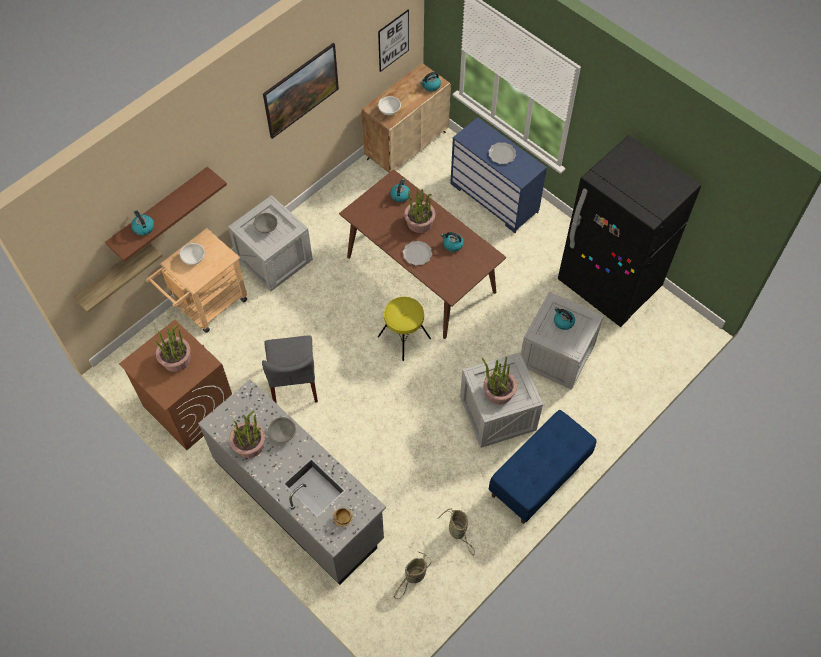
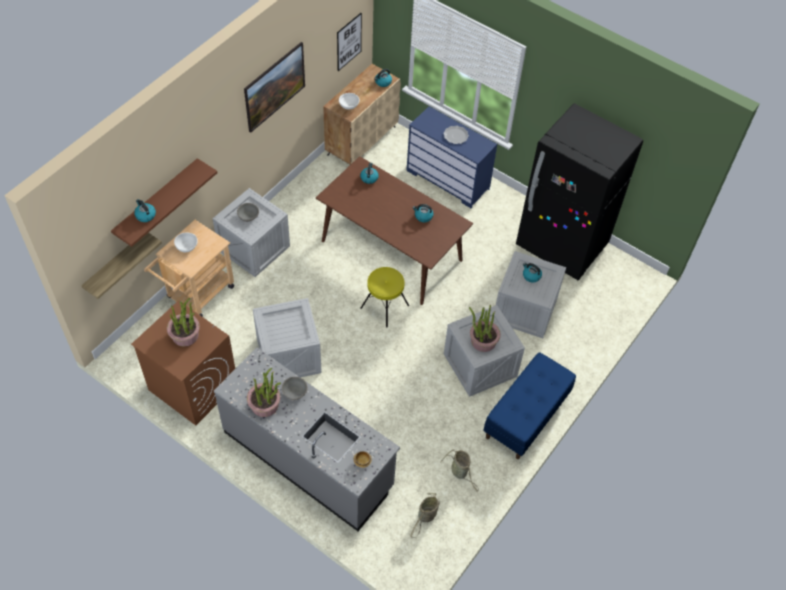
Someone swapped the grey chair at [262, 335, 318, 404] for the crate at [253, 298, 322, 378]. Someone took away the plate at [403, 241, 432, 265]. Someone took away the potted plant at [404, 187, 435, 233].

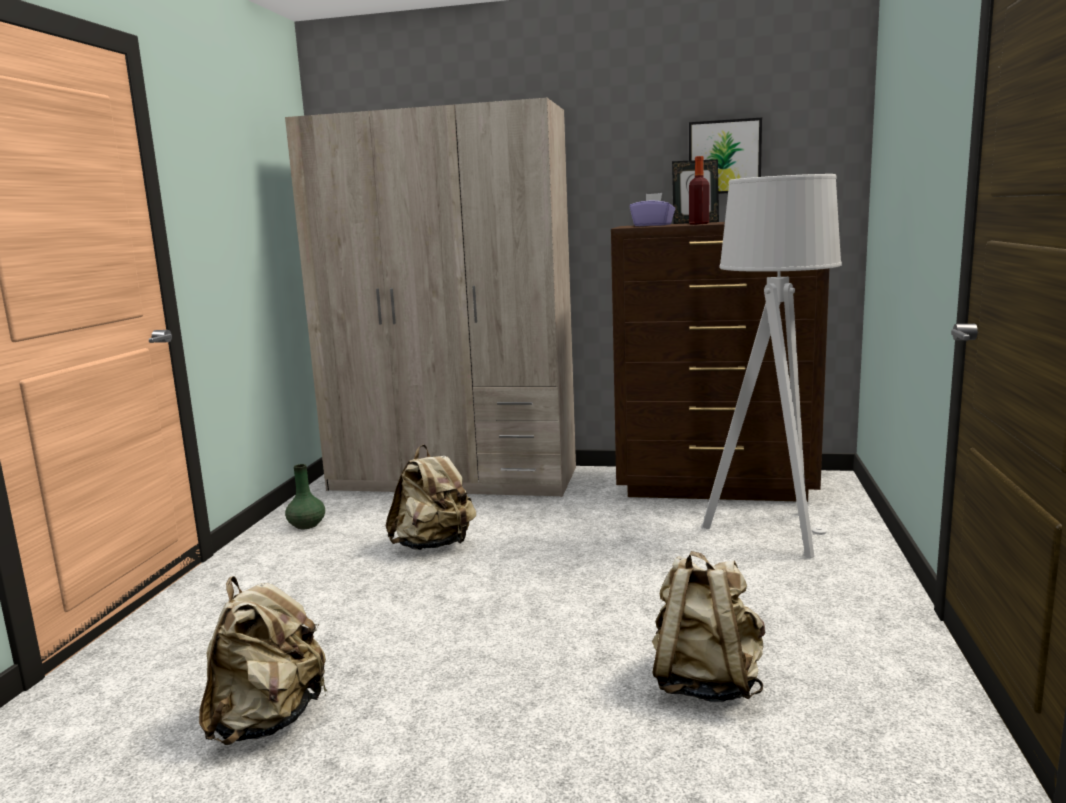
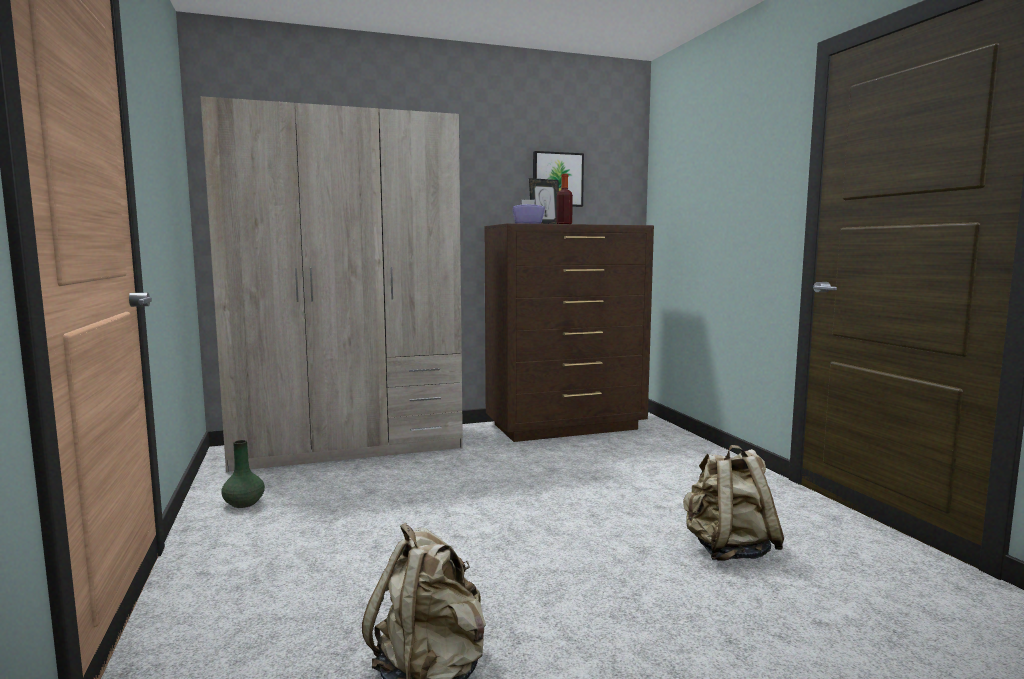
Someone took away the beige backpack at [386, 445, 476, 550]. Someone took away the grey floor lamp at [702, 174, 842, 558].

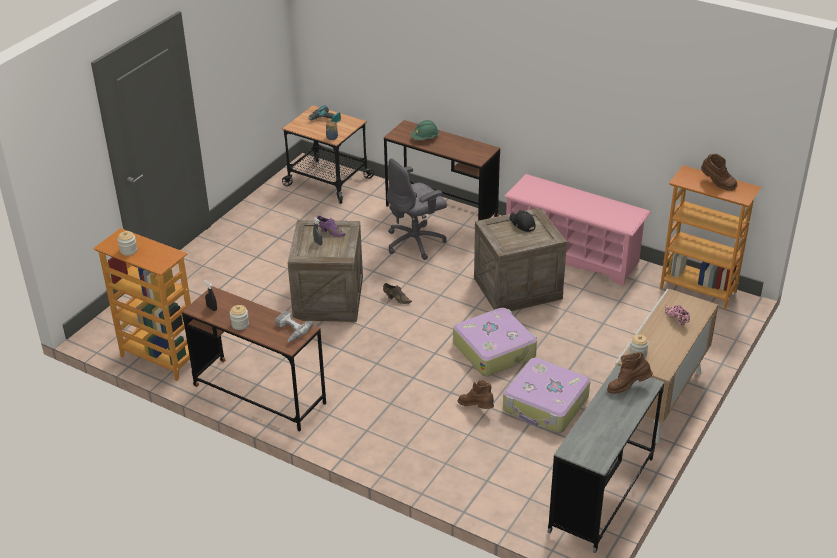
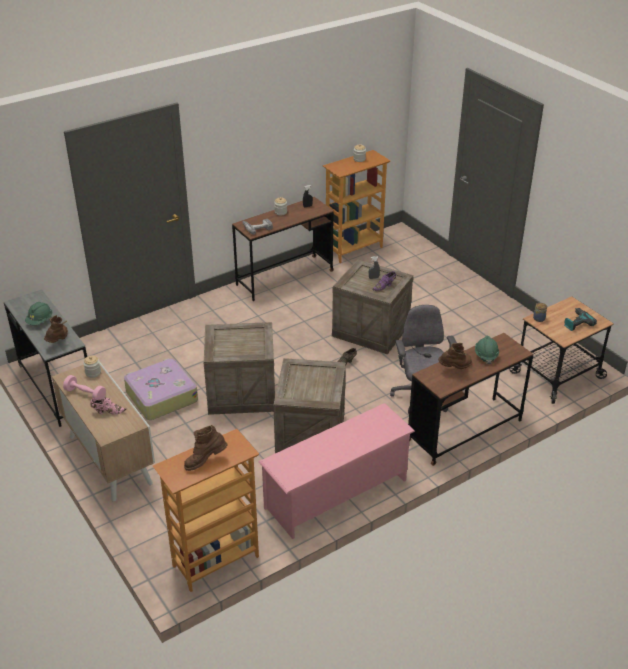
Someone swapped the suitcase at [453, 308, 537, 376] for the crate at [204, 322, 275, 415]. Someone carried the brown boot from [458, 380, 494, 409] to [438, 343, 472, 369]. Someone took away the black cap at [510, 210, 536, 232]. Someone put down the green hard hat at [25, 302, 53, 325]. Someone put down the pink dumbbell at [63, 375, 106, 399].

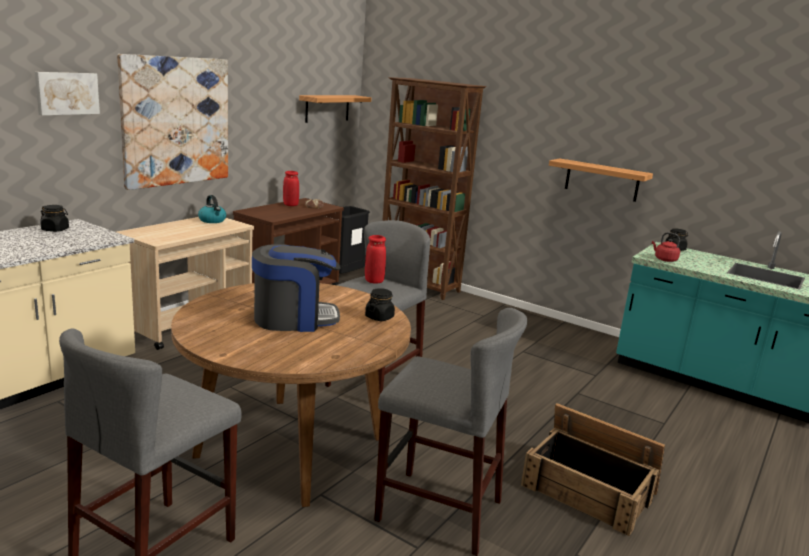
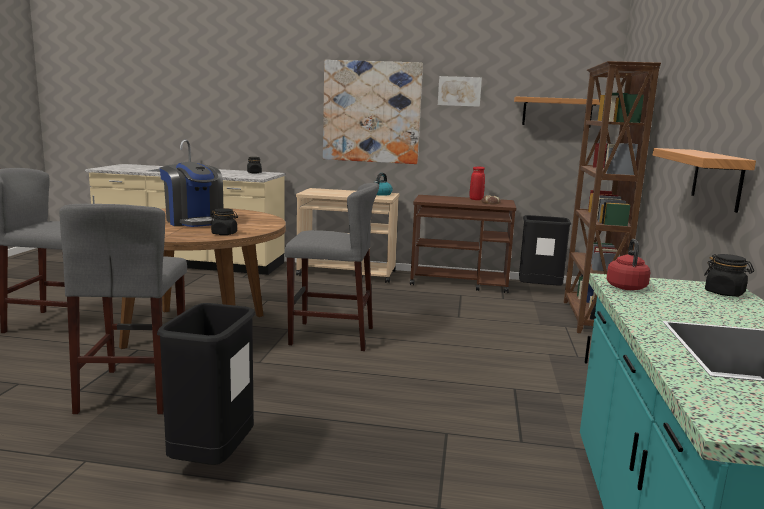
Someone carried the picture from [35, 72, 100, 115] to [438, 76, 482, 107]. Someone took away the red vase at [365, 235, 386, 284]. Someone swapped the crate at [521, 403, 665, 536] for the black trash can at [157, 303, 255, 465].

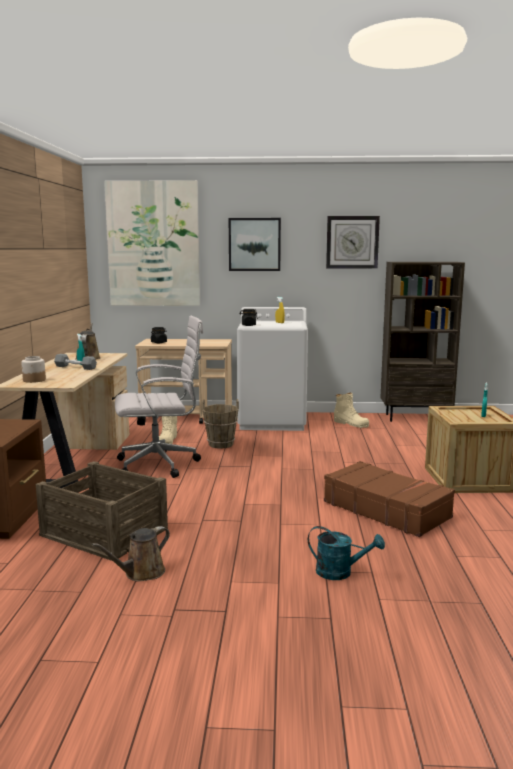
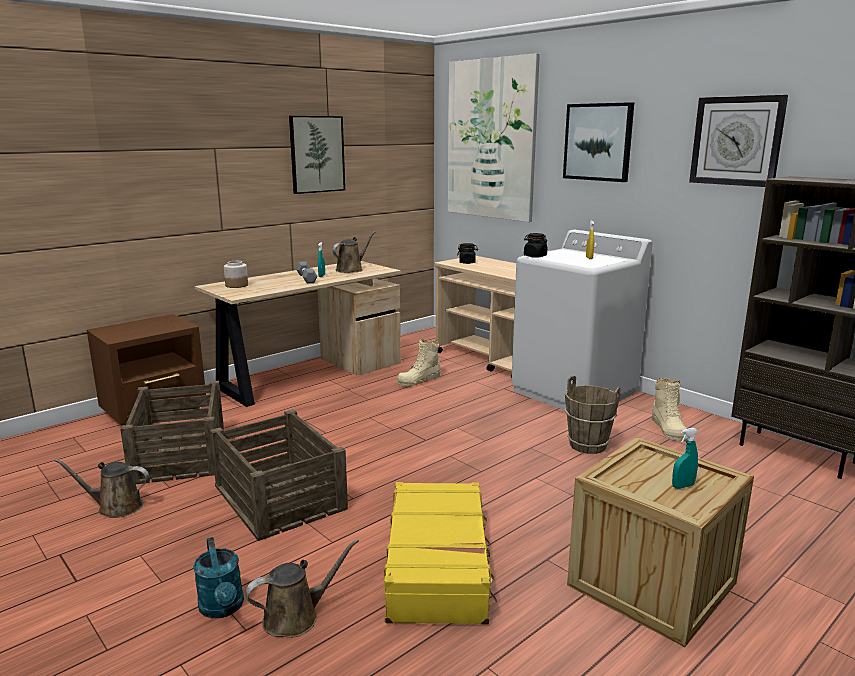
Someone took away the white office chair at [115, 316, 203, 478]. Someone carried the brown bucket from [202, 399, 239, 449] to [565, 376, 621, 454]. Someone repainted the brown suitcase at [324, 461, 455, 537], which became the yellow suitcase at [384, 482, 497, 624]. Someone put down the crate at [210, 409, 348, 541]. Someone put down the brown watering can at [246, 539, 359, 638]. Someone put up the picture at [289, 116, 345, 194].

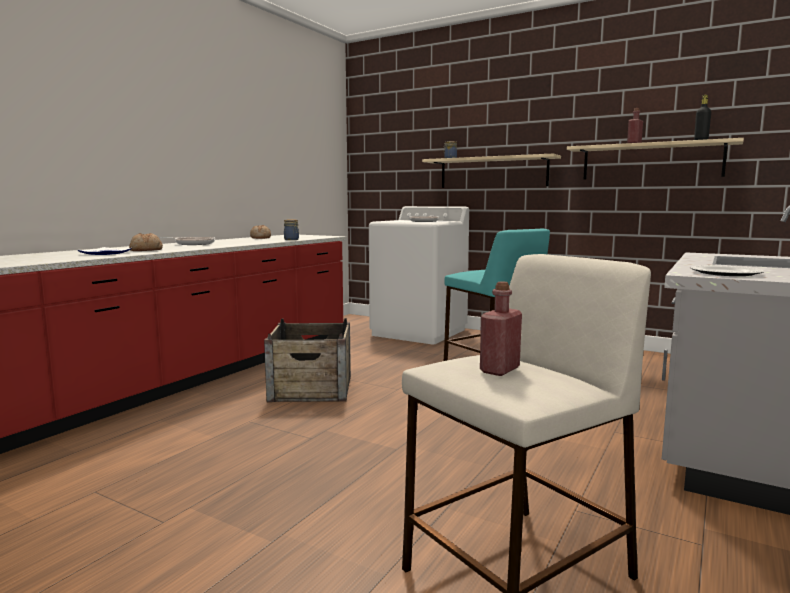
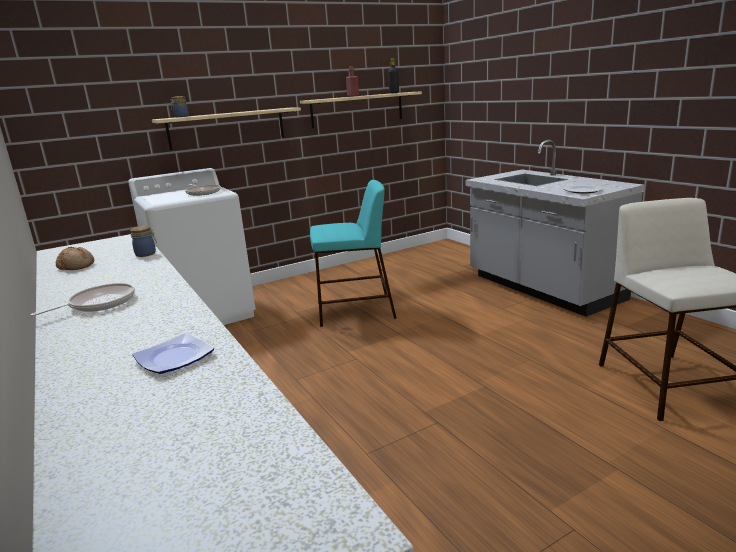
Someone took away the bread at [129, 233, 163, 251]. Someone took away the crate at [264, 318, 351, 402]. Someone took away the red bottle at [480, 281, 522, 376].

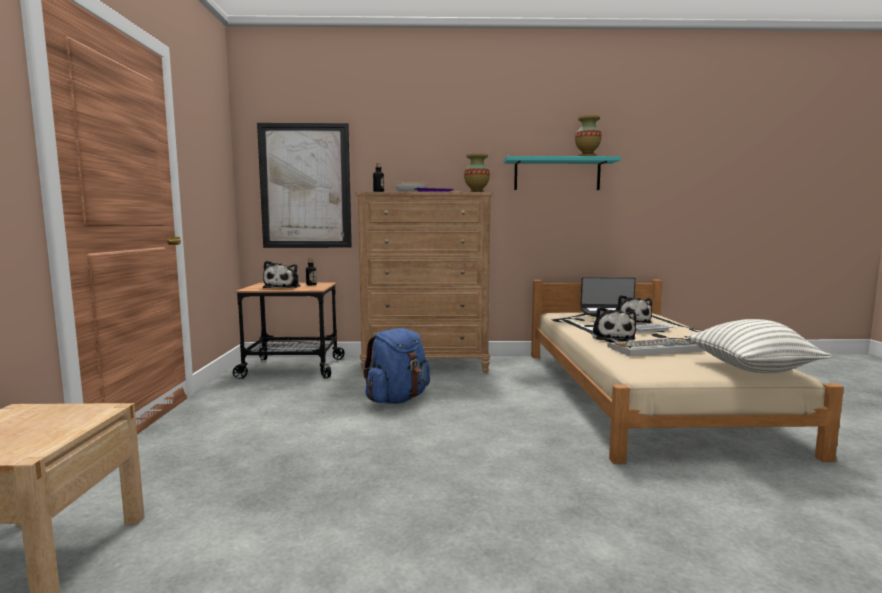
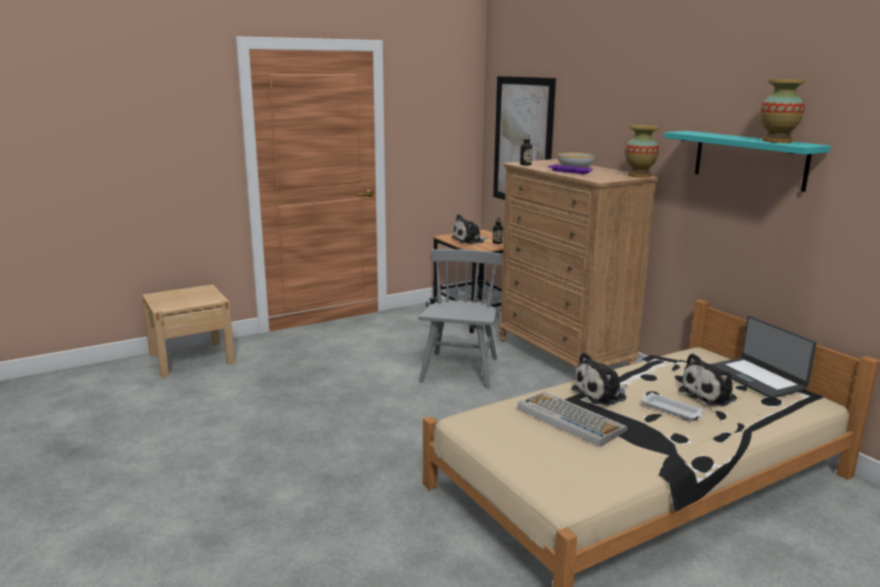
Someone swapped the blue backpack at [363, 328, 430, 404] for the grey chair at [419, 249, 502, 389]. Someone took away the pillow at [687, 319, 832, 373].

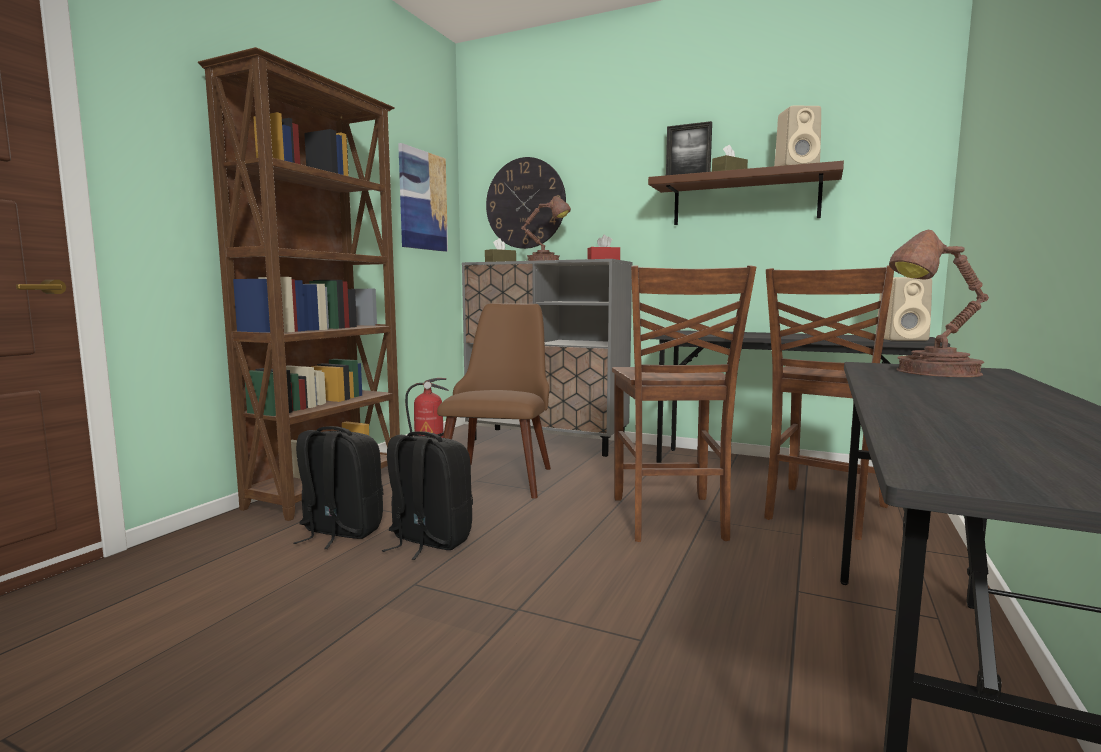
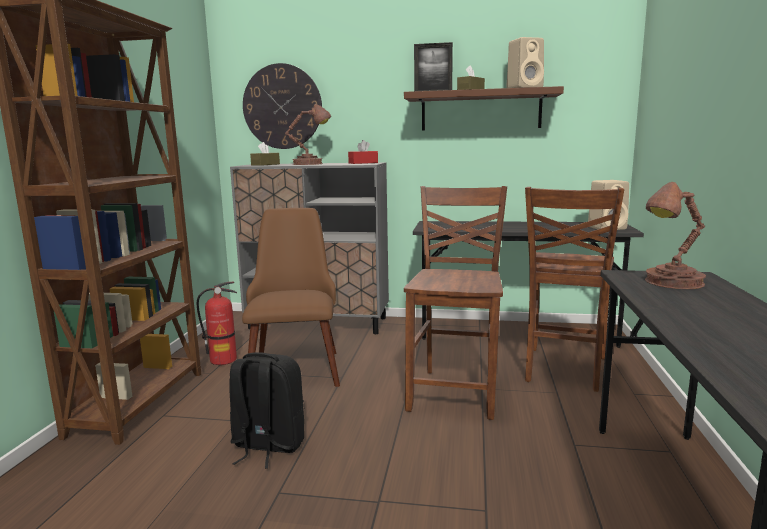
Someone took away the black backpack at [293, 426, 383, 549]. Someone took away the picture at [398, 143, 448, 252]. Someone rotated the brown chair at [612, 265, 756, 542] by 150 degrees counterclockwise.

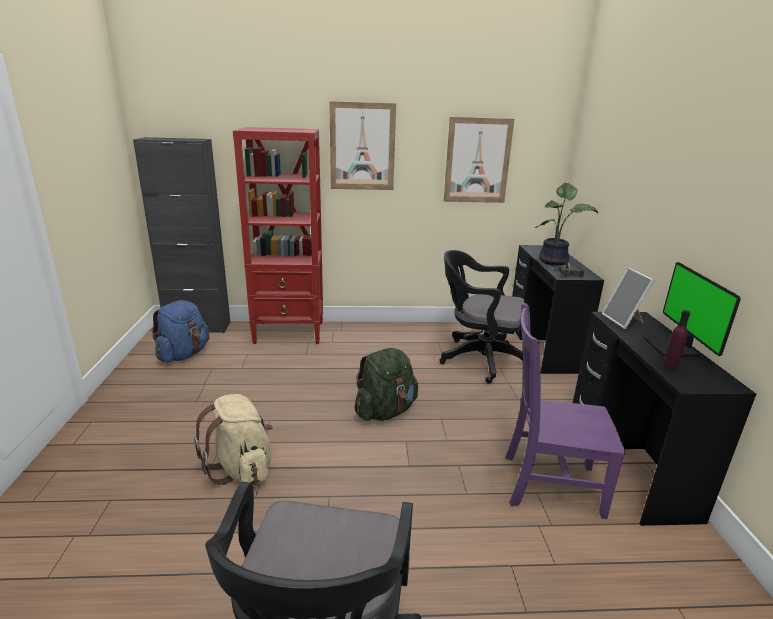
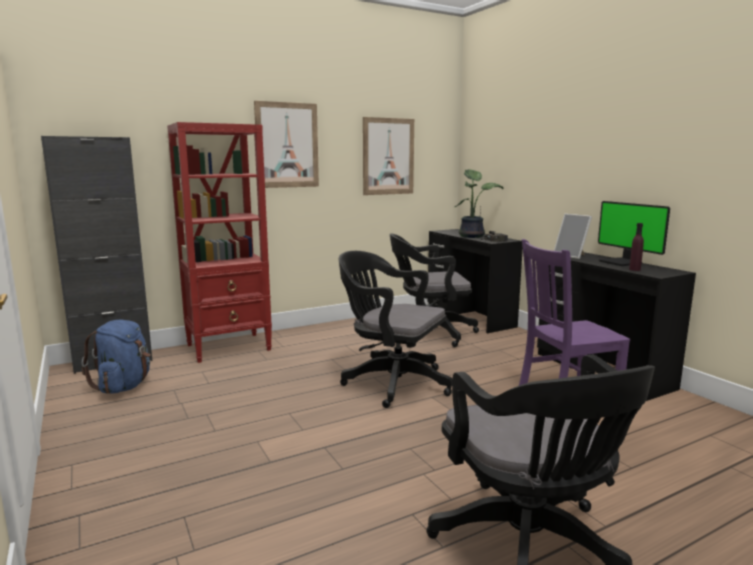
Someone took away the beige backpack at [194, 394, 272, 485]. Someone swapped the green backpack at [354, 348, 418, 421] for the black office chair at [339, 251, 452, 408].

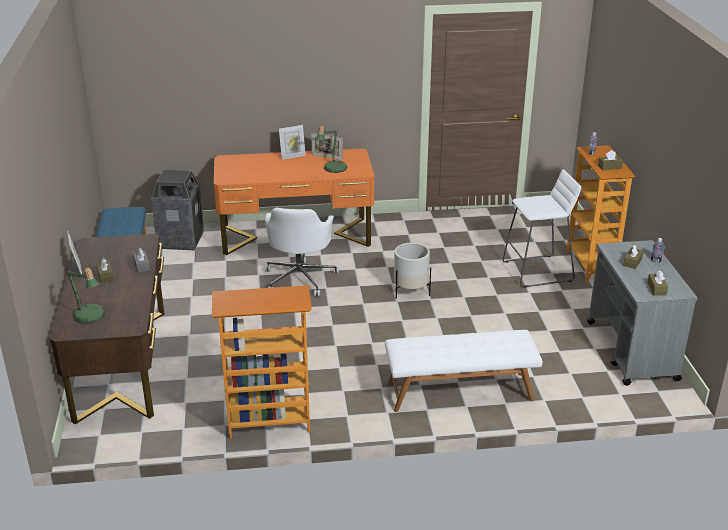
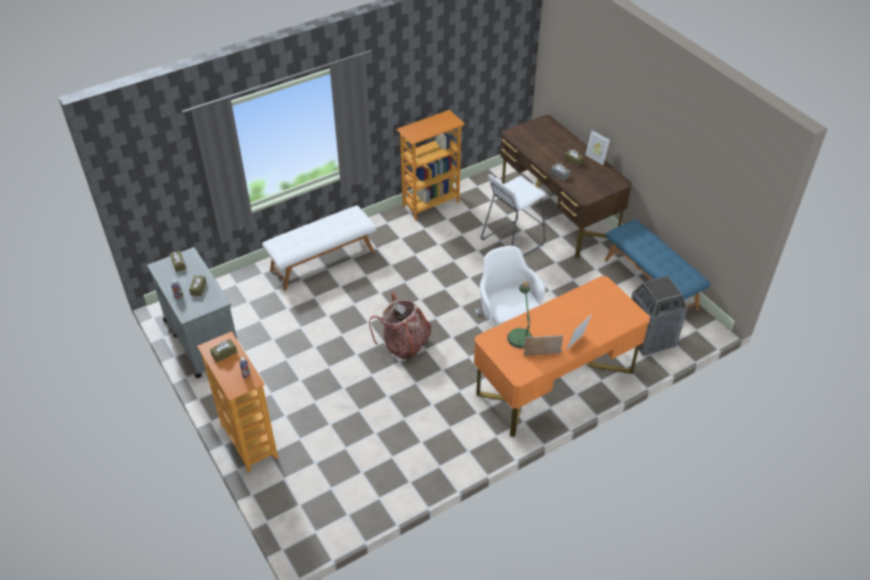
Someone took away the table lamp at [67, 267, 105, 324]. Someone swapped the white planter at [394, 243, 431, 299] for the backpack at [369, 292, 431, 360]. Someone carried the white stool from [502, 169, 581, 288] to [481, 175, 546, 256].

